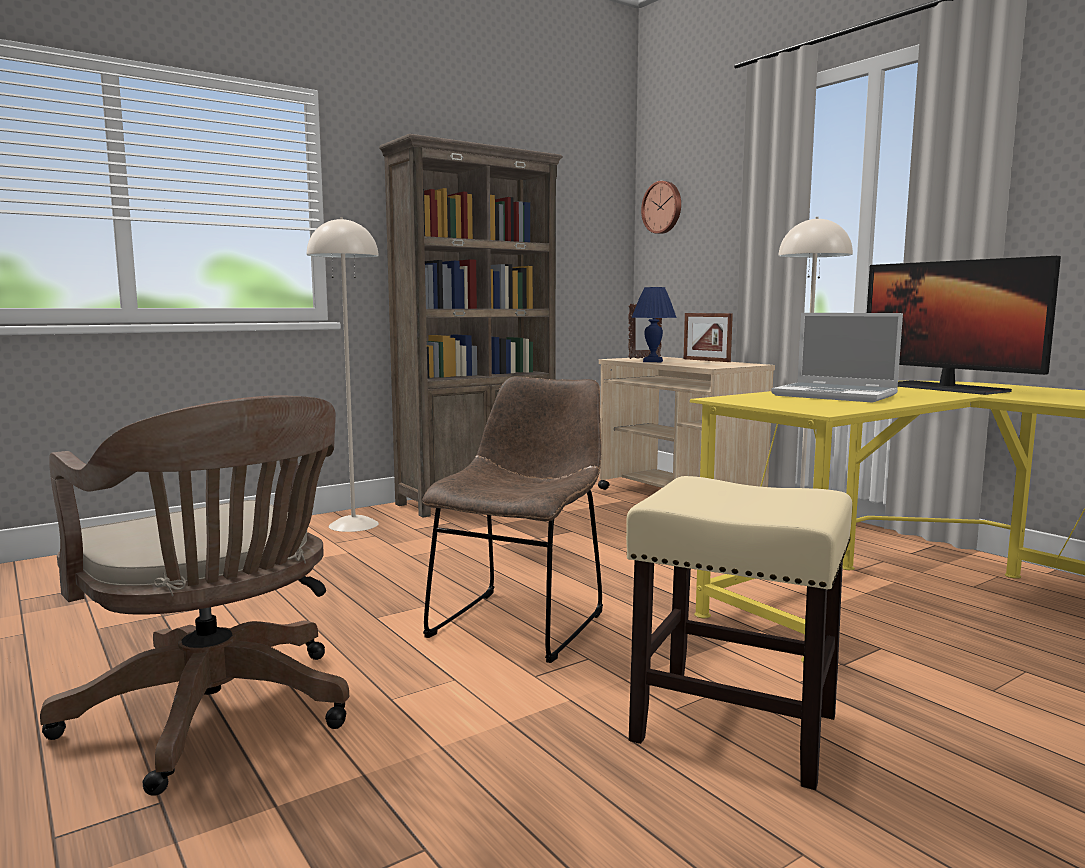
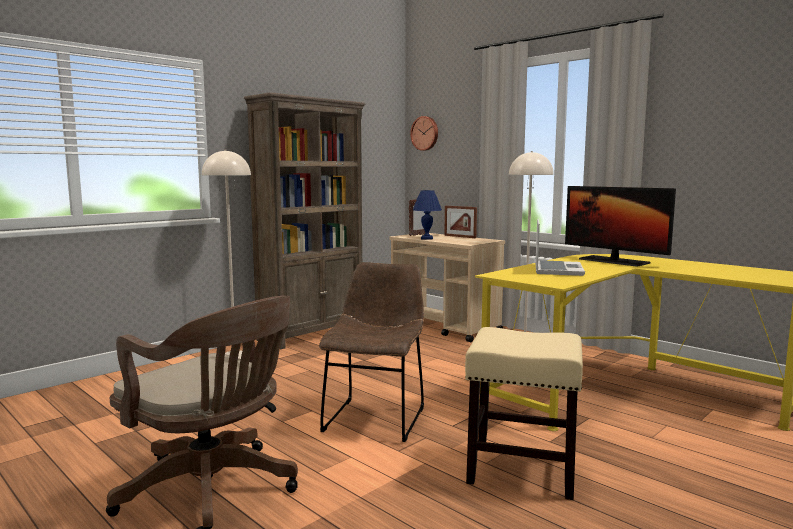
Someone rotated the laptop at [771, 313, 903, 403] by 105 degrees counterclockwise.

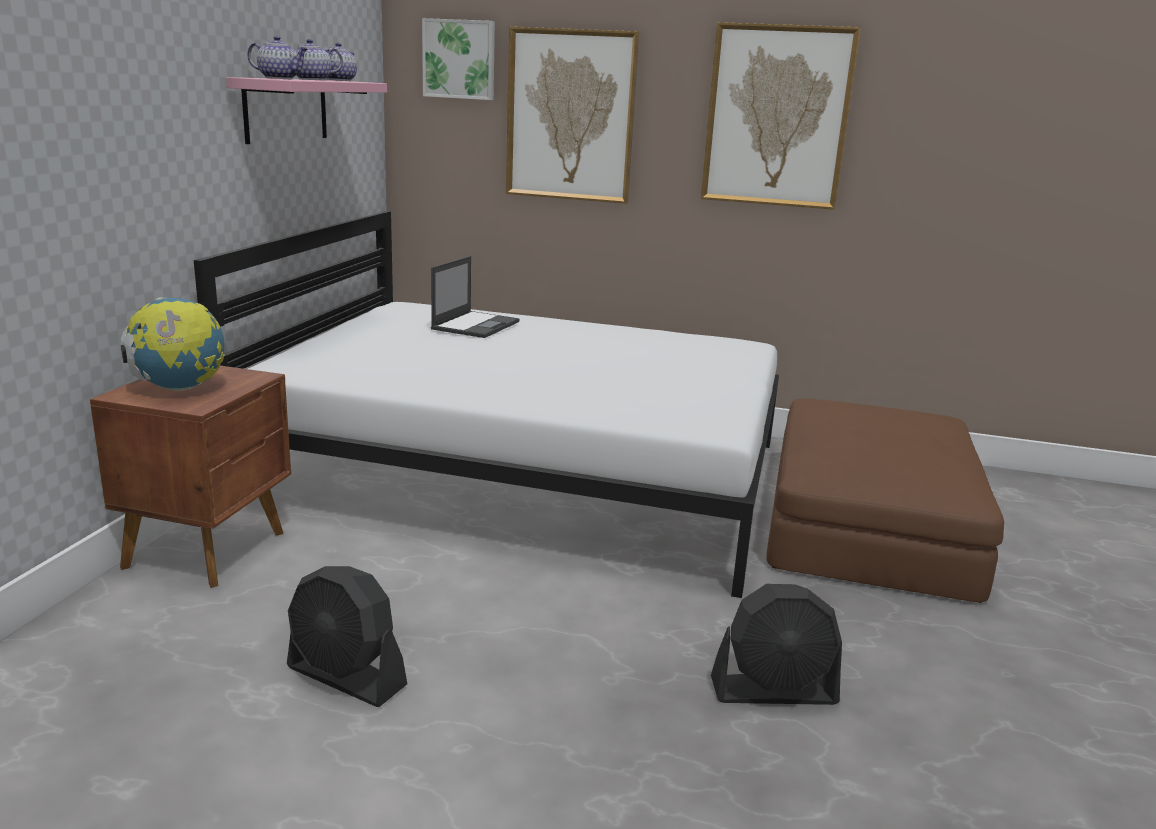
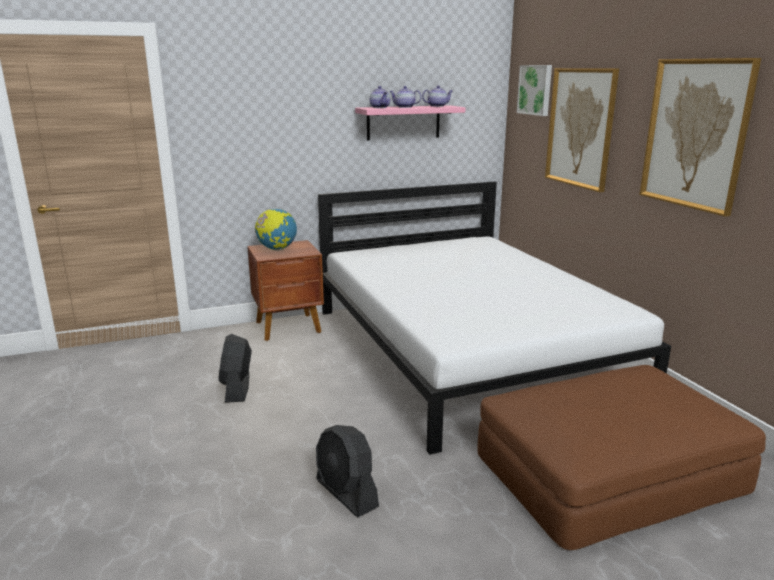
Someone took away the laptop at [431, 256, 520, 338].

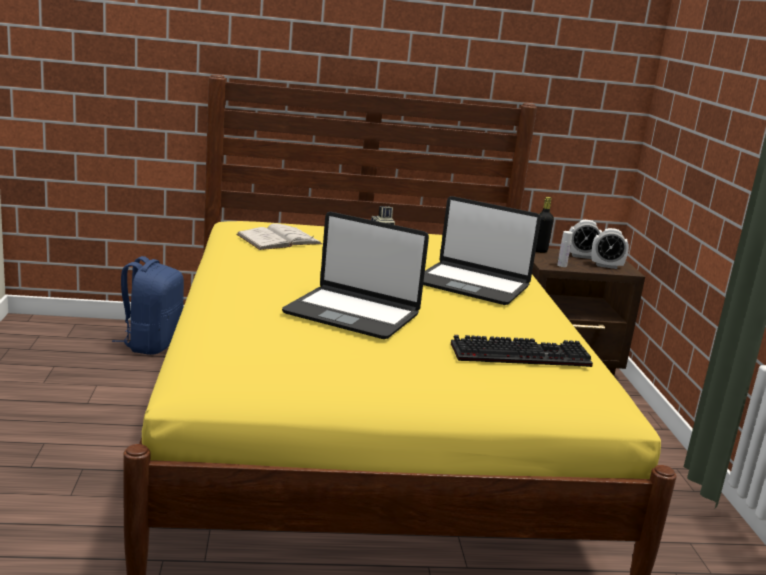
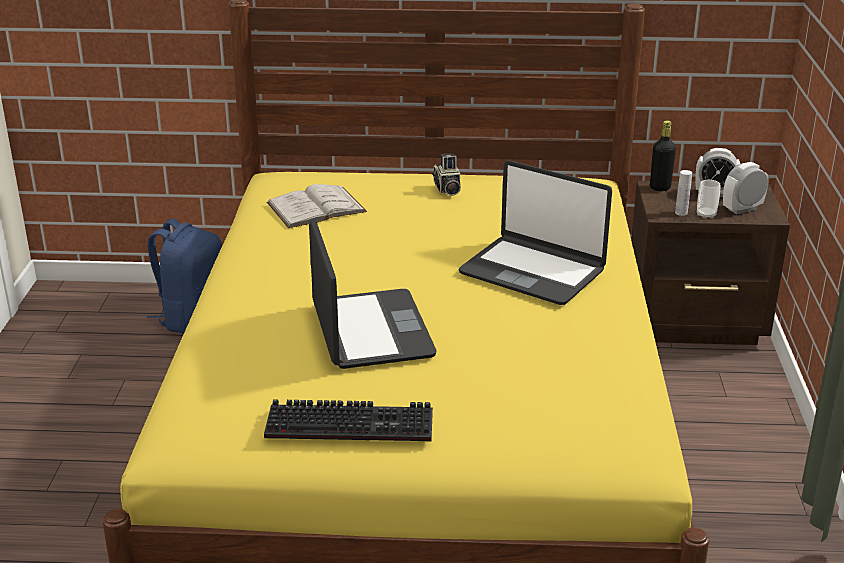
Someone rotated the laptop at [282, 212, 429, 339] by 135 degrees counterclockwise. Someone carried the keyboard from [451, 335, 593, 367] to [264, 399, 433, 442]. Someone rotated the alarm clock at [592, 228, 629, 269] by 135 degrees clockwise. Someone put down the cup at [697, 180, 720, 219].

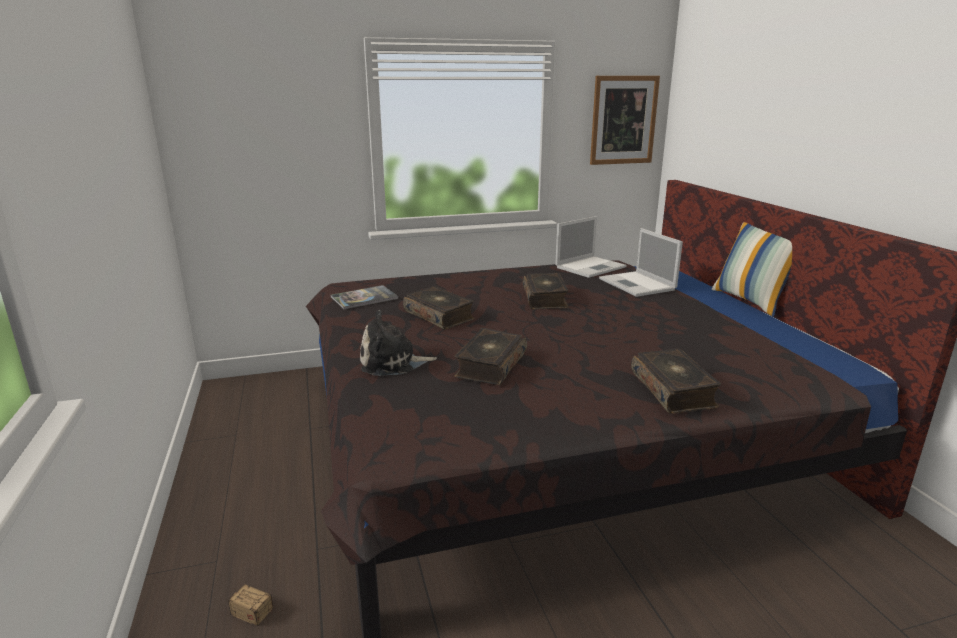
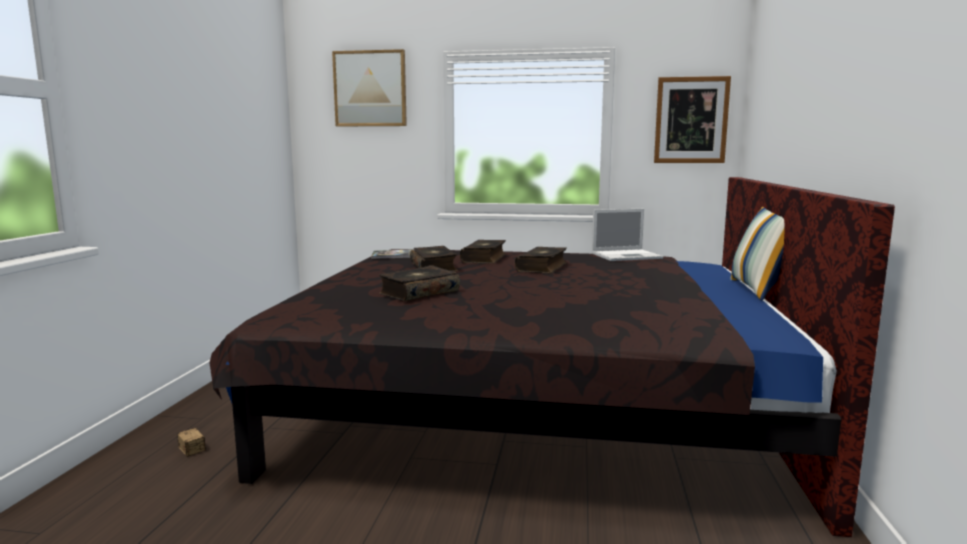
Someone took away the plush toy at [360, 310, 437, 376]. Someone took away the laptop at [599, 228, 683, 297]. Someone carried the book from [631, 349, 721, 414] to [460, 240, 506, 264]. Someone put up the picture at [332, 49, 407, 126].

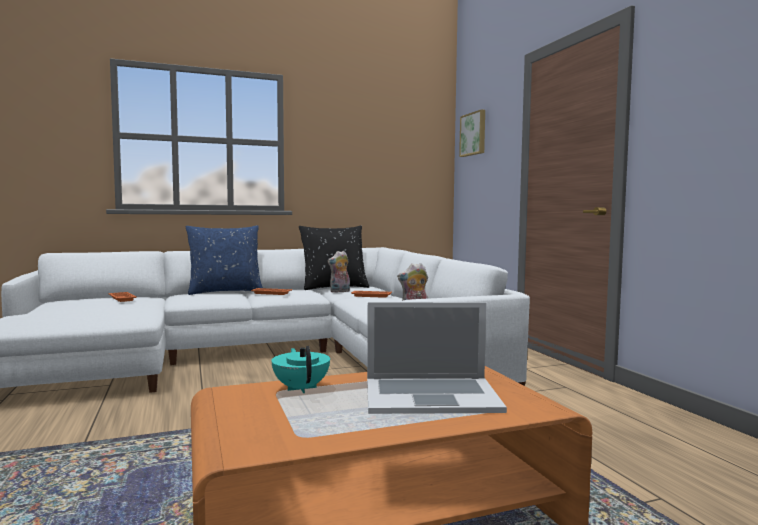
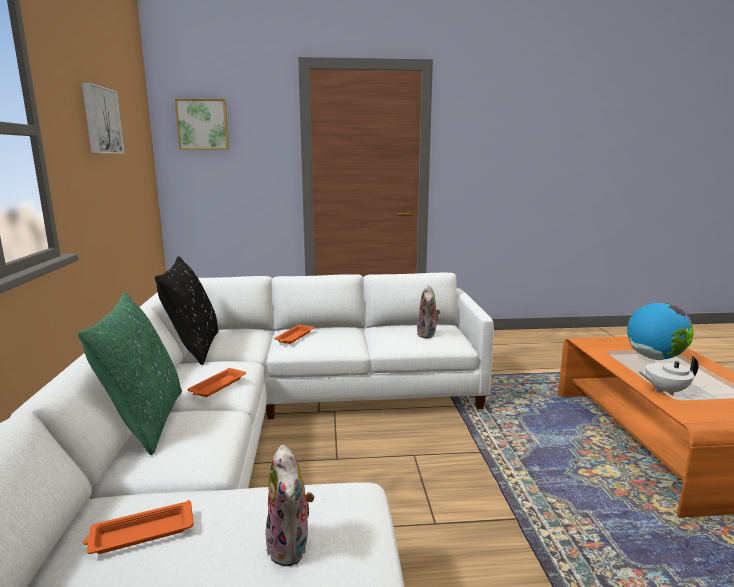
Someone repainted the blue pillow at [186, 225, 263, 295], which became the green pillow at [77, 292, 182, 455]. Someone repainted the turquoise teapot at [272, 346, 330, 393], which became the white teapot at [639, 356, 698, 396]. Someone carried the plush toy from [328, 251, 350, 293] to [265, 444, 314, 566]. Someone swapped the laptop at [367, 302, 507, 414] for the globe at [627, 303, 694, 360]. Someone put up the picture at [82, 83, 125, 154].

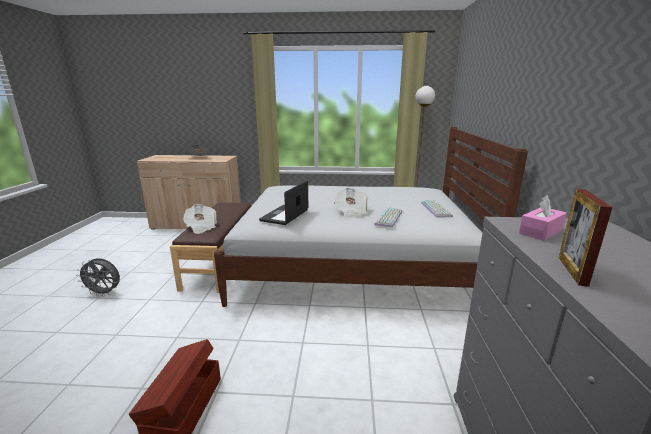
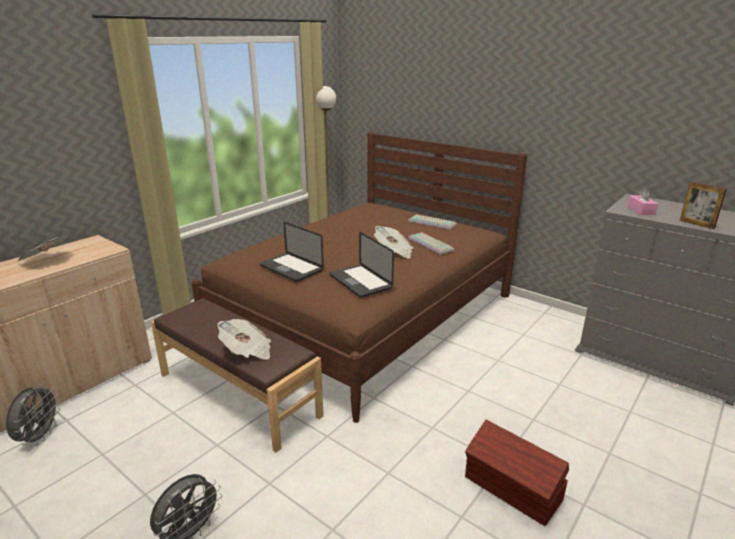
Someone repainted the white bed at [214, 127, 528, 307], which became the brown bed at [192, 132, 527, 423]. Someone put down the grey fan at [6, 385, 61, 445]. Someone put down the laptop at [260, 222, 324, 282].

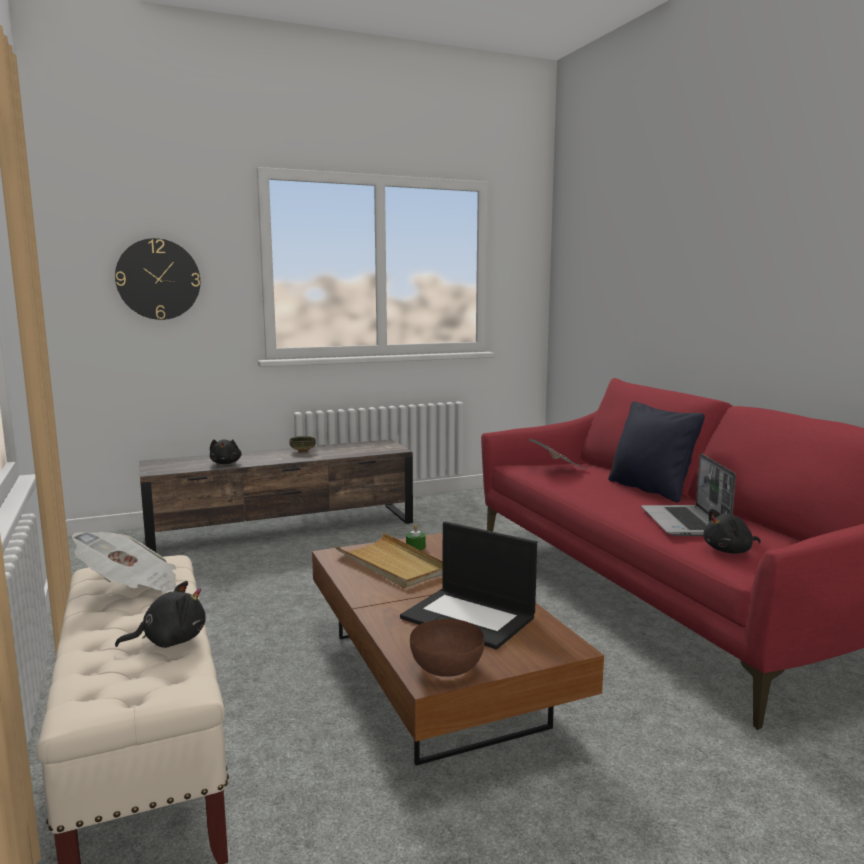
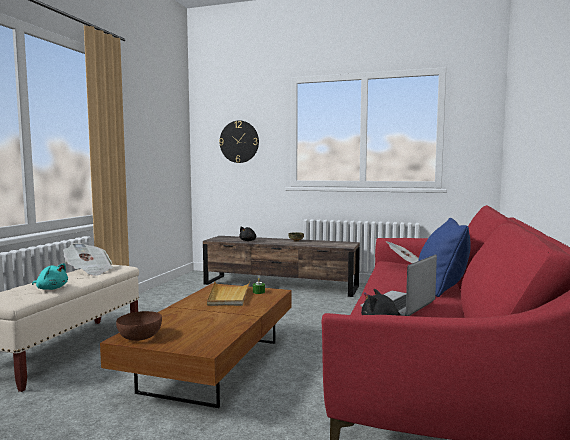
Someone repainted the black plush toy at [115, 581, 206, 648], which became the turquoise plush toy at [32, 263, 68, 290]. Someone took away the laptop at [400, 521, 537, 649]. Someone repainted the black pillow at [608, 401, 705, 503], which became the blue pillow at [419, 218, 471, 297].

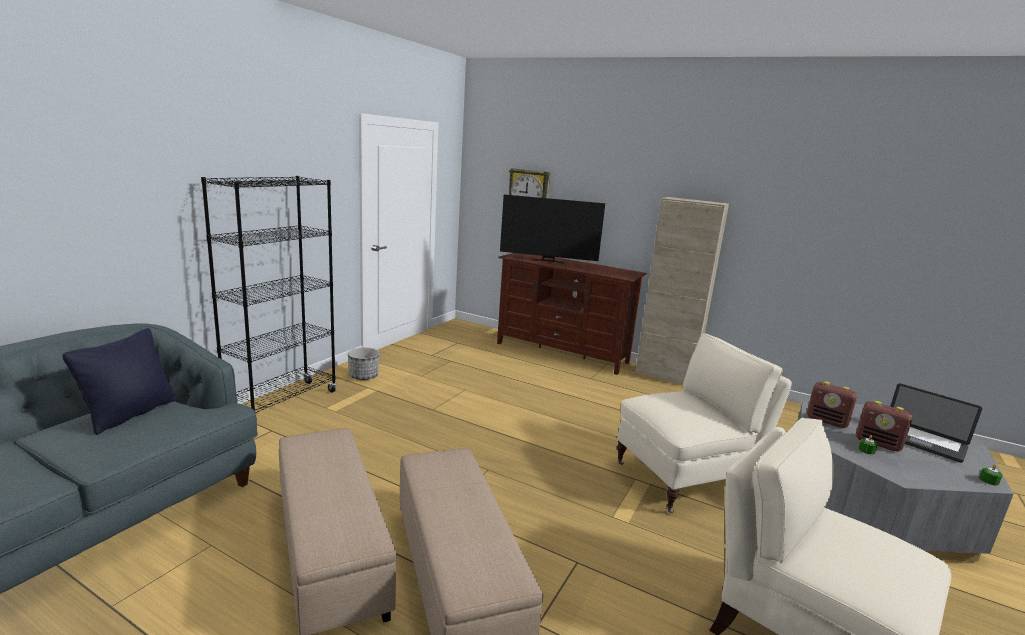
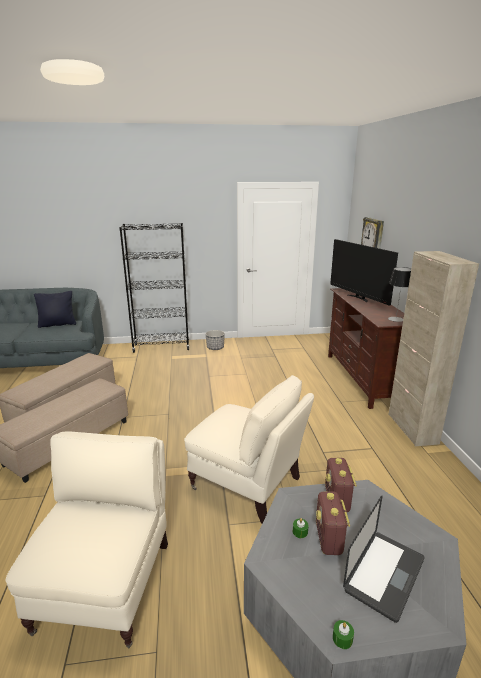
Someone rotated the laptop at [890, 383, 982, 463] by 150 degrees counterclockwise. Someone put down the table lamp at [388, 267, 411, 322].

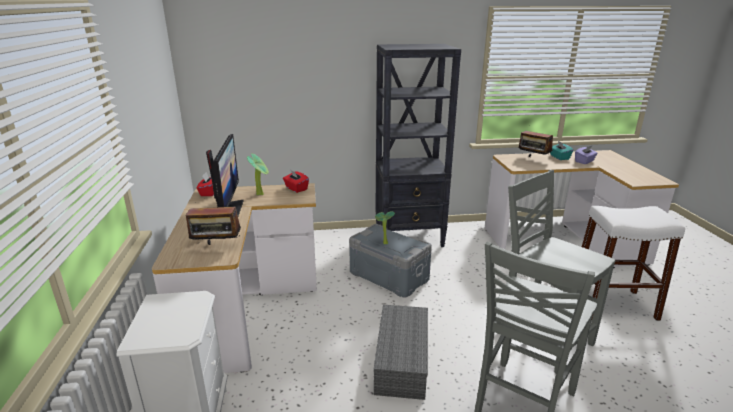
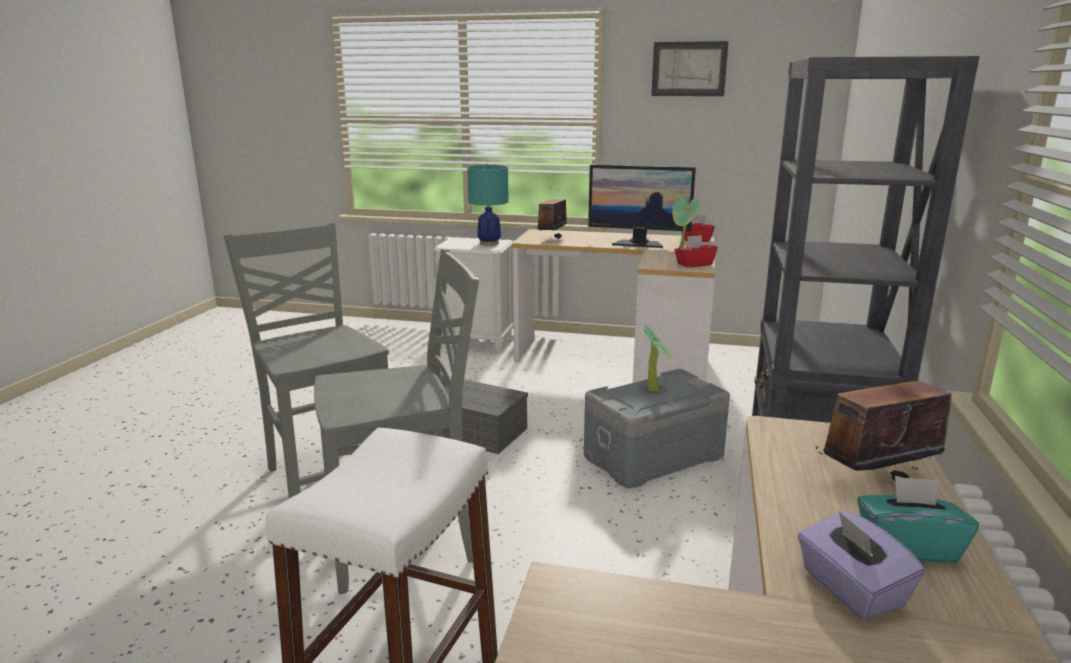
Someone put down the turquoise table lamp at [467, 164, 509, 246]. Someone put up the picture at [651, 41, 729, 96].

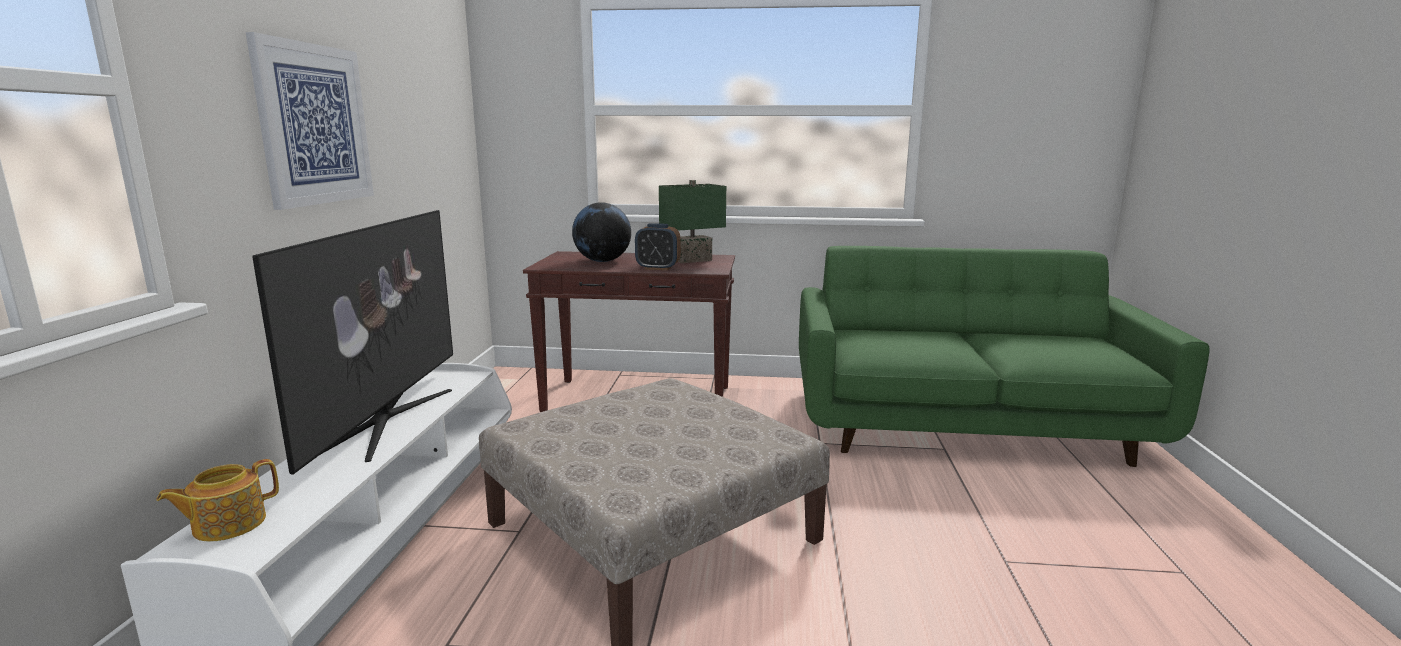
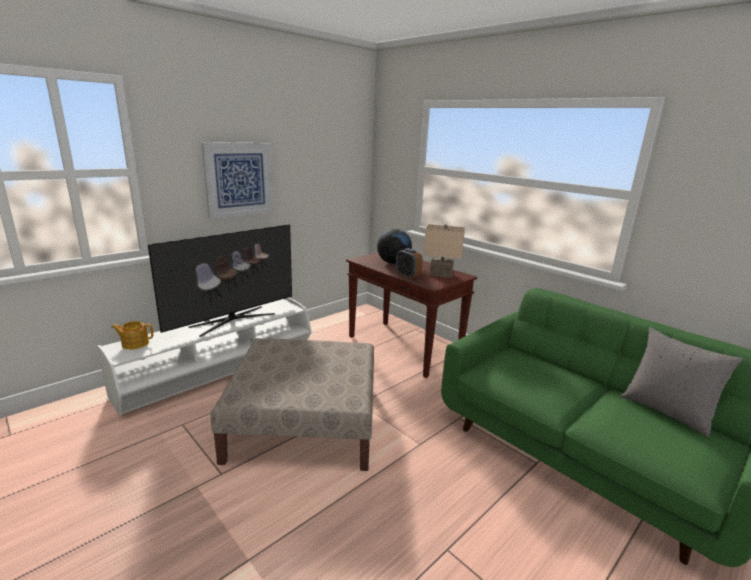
Someone repainted the green table lamp at [659, 180, 726, 263], which became the beige table lamp at [423, 224, 465, 278]. Someone put down the grey pillow at [621, 327, 743, 437].

